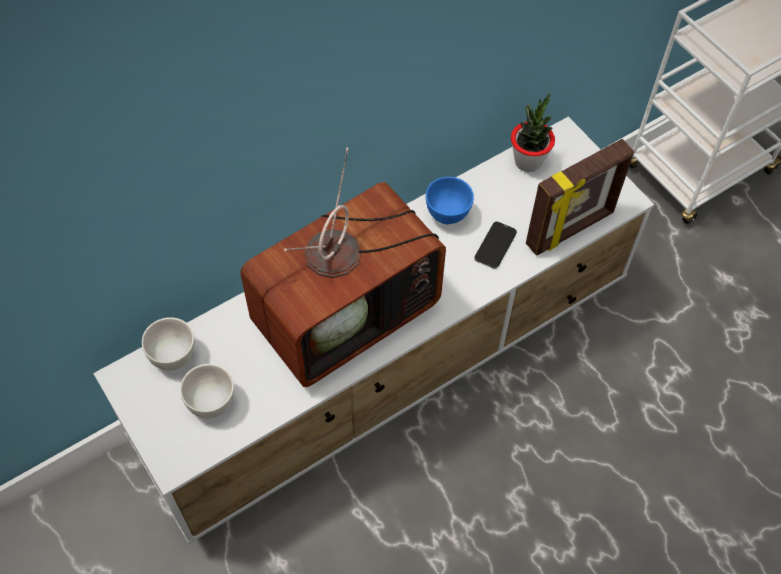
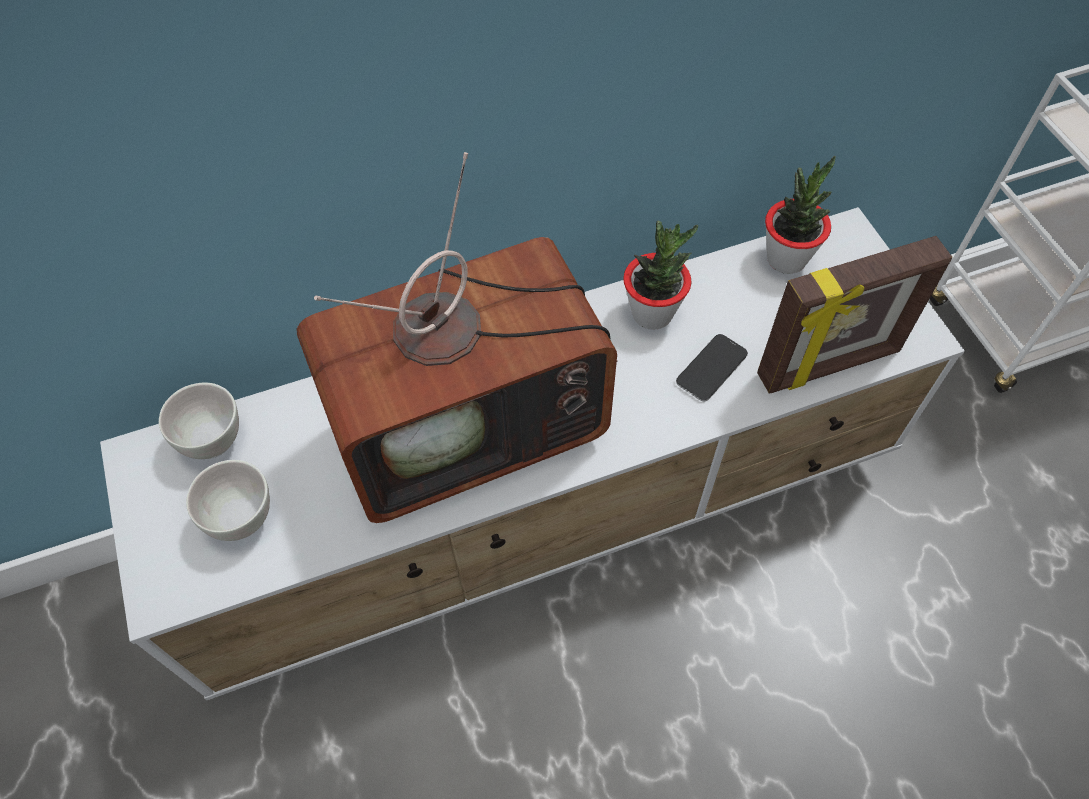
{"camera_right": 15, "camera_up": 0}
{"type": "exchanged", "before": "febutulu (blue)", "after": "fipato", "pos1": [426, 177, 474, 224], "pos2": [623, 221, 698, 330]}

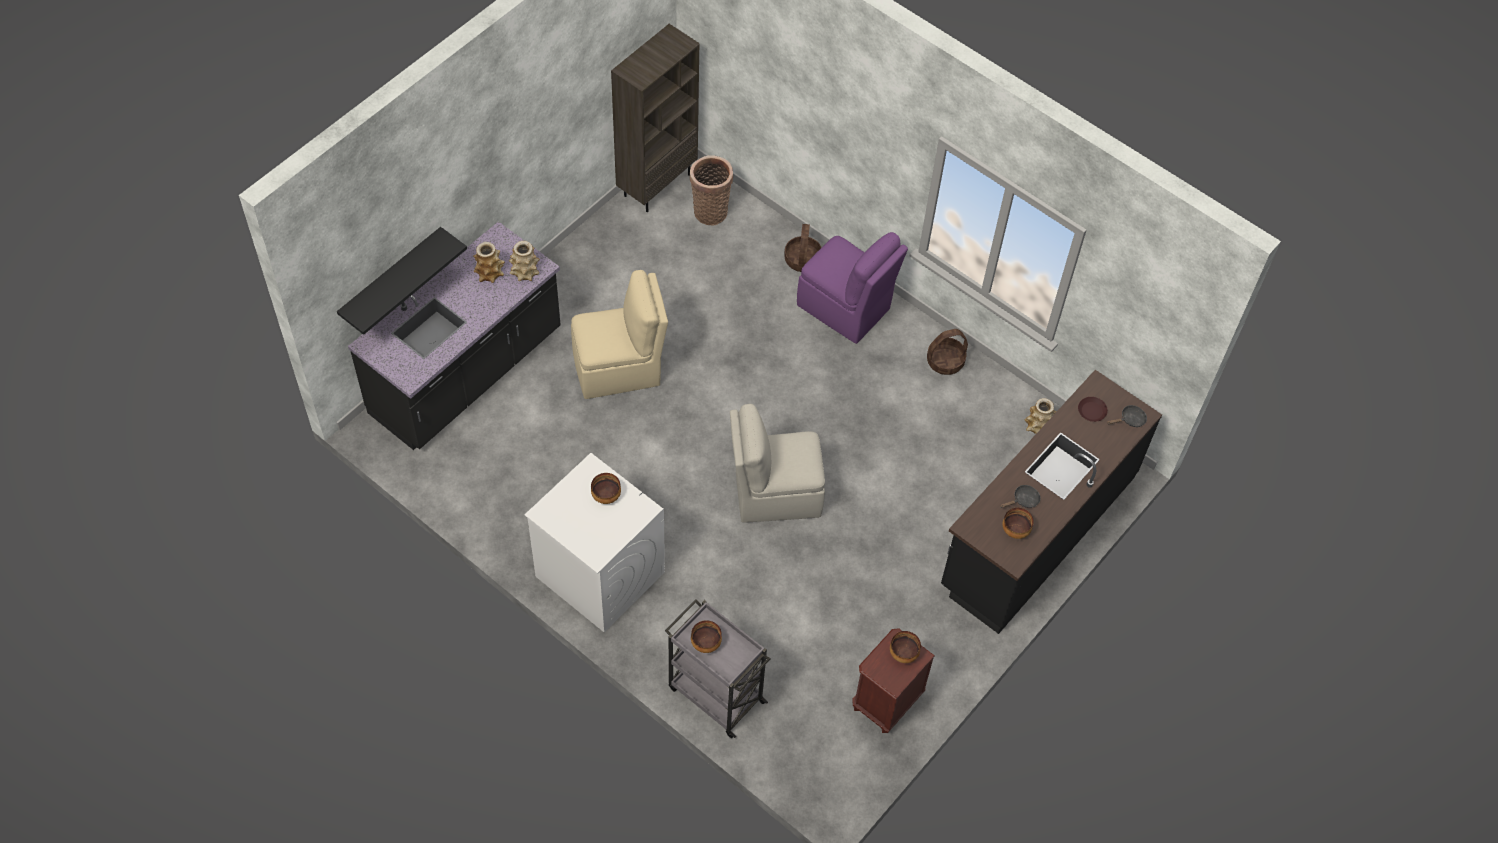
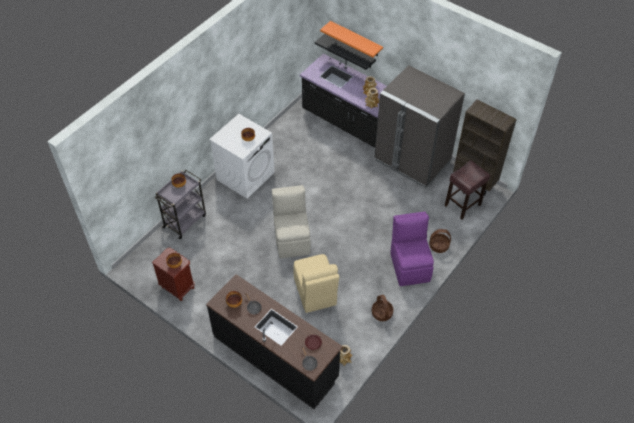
{"camera_right": 90, "camera_up": -5}
{"type": "relocated", "before": "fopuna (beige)", "pos1": [571, 270, 668, 399], "pos2": [293, 254, 339, 313]}
{"type": "appeared", "after": "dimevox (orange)", "pos2": [320, 21, 383, 57]}
{"type": "appeared", "after": "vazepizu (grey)", "pos2": [374, 65, 465, 188]}
{"type": "spun", "before": "fopuna (purple)", "pos1": [797, 232, 908, 344], "pos2": [390, 211, 434, 286], "turn": 135}
{"type": "exchanged", "before": "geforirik", "after": "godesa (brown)", "pos1": [690, 155, 733, 225], "pos2": [445, 160, 490, 220]}

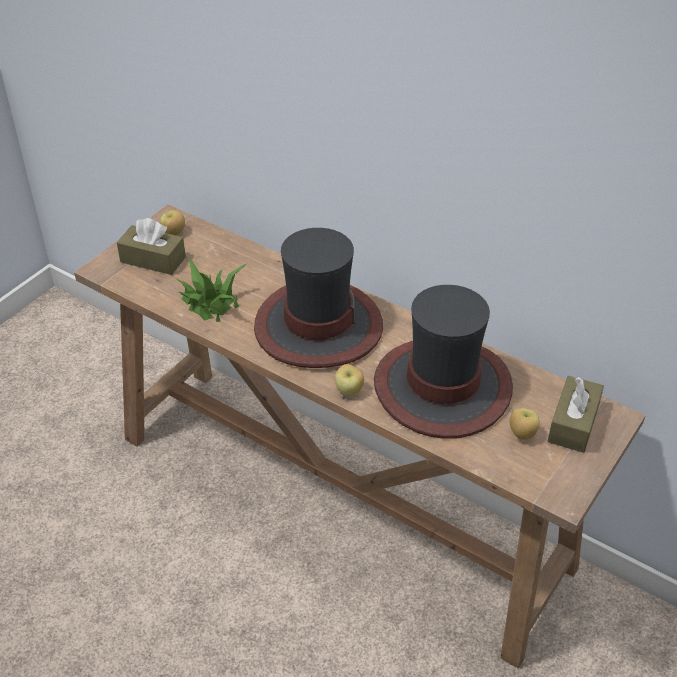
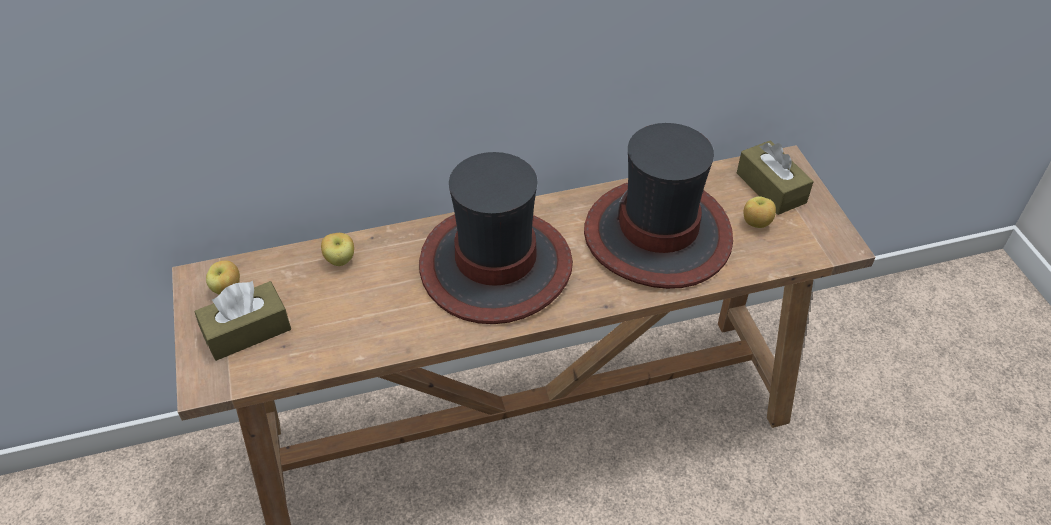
{"camera_right": -50, "camera_up": 5}
{"type": "relocated", "before": "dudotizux", "pos1": [335, 364, 364, 395], "pos2": [321, 233, 354, 266]}
{"type": "missing", "before": "fipato", "pos1": [176, 258, 248, 322]}

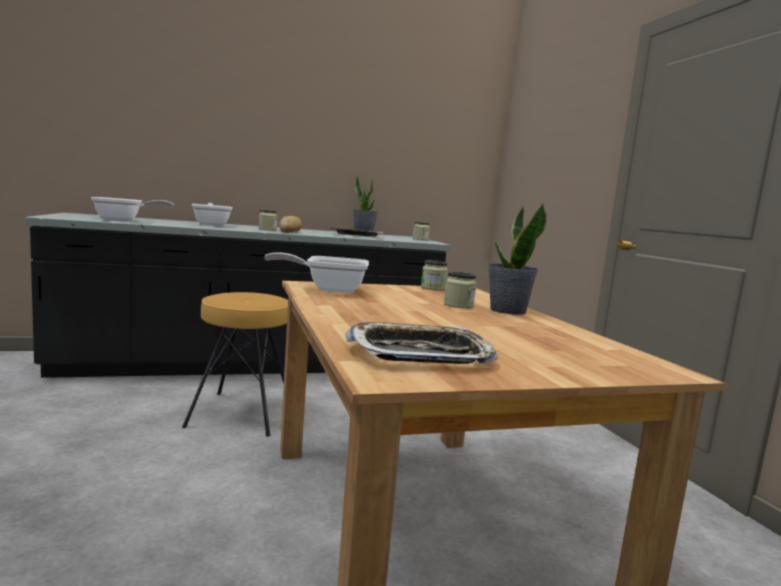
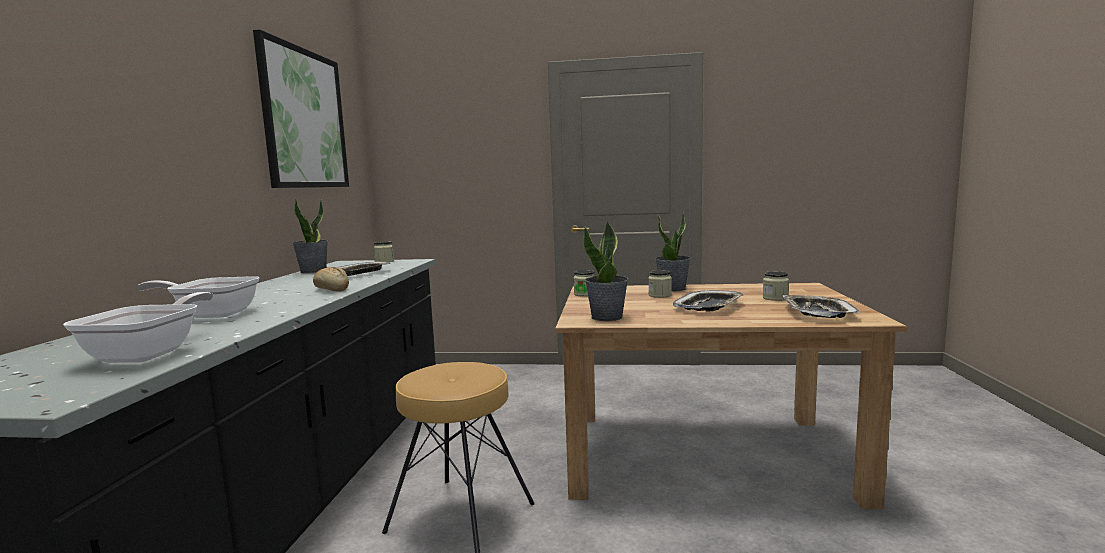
{"camera_right": -65, "camera_up": 0}
{"type": "appeared", "after": "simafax", "pos2": [253, 30, 349, 188]}
{"type": "exchanged", "before": "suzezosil", "after": "fipato", "pos1": [265, 252, 369, 293], "pos2": [583, 221, 628, 321]}
{"type": "appeared", "after": "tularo", "pos2": [673, 290, 743, 311]}
{"type": "relocated", "before": "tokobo", "pos1": [258, 210, 278, 231], "pos2": [763, 271, 789, 301]}

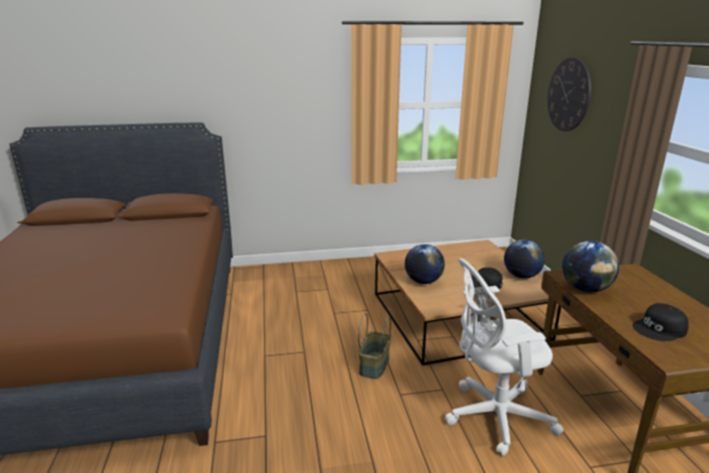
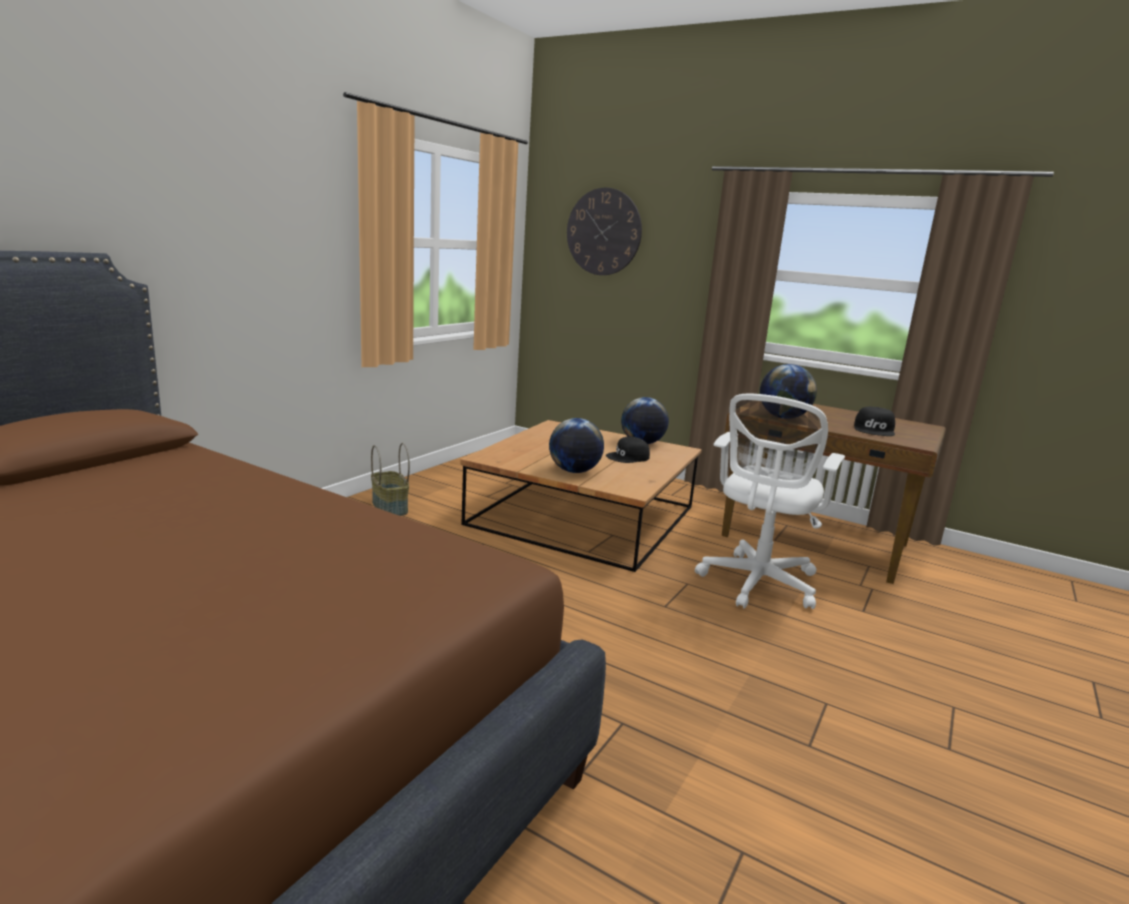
{"camera_right": -50, "camera_up": -5}
{"type": "relocated", "before": "geforirik", "pos1": [358, 313, 391, 379], "pos2": [371, 443, 410, 516]}

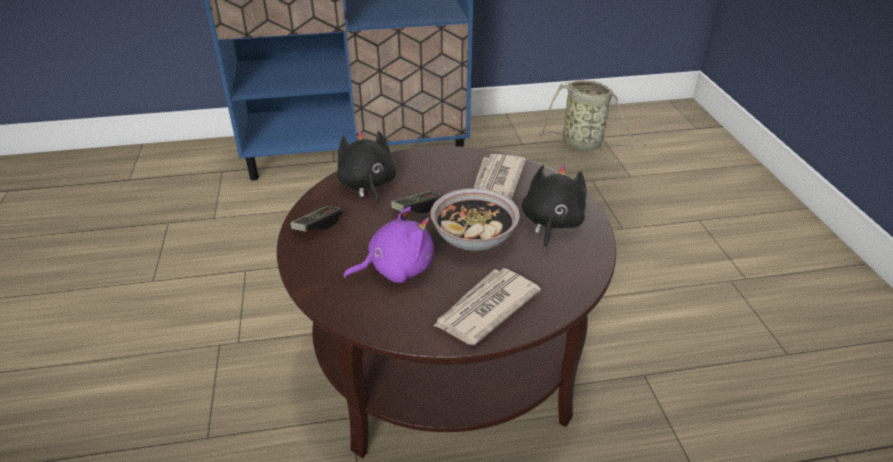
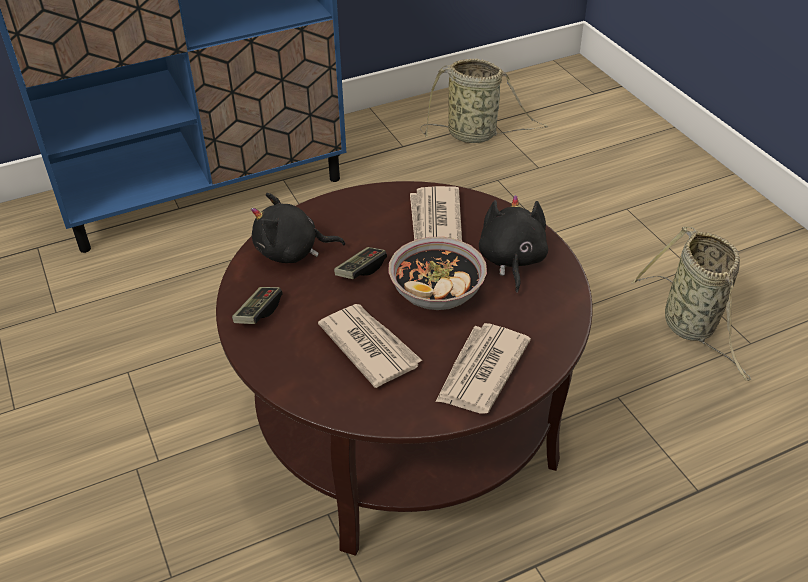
{"camera_right": -15, "camera_up": 5}
{"type": "spun", "before": "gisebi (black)", "pos1": [337, 130, 396, 207], "pos2": [251, 193, 345, 263], "turn": -60}
{"type": "exchanged", "before": "gisebi (purple)", "after": "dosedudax", "pos1": [343, 207, 434, 283], "pos2": [318, 304, 423, 388]}
{"type": "appeared", "after": "geforirik", "pos2": [631, 227, 751, 381]}

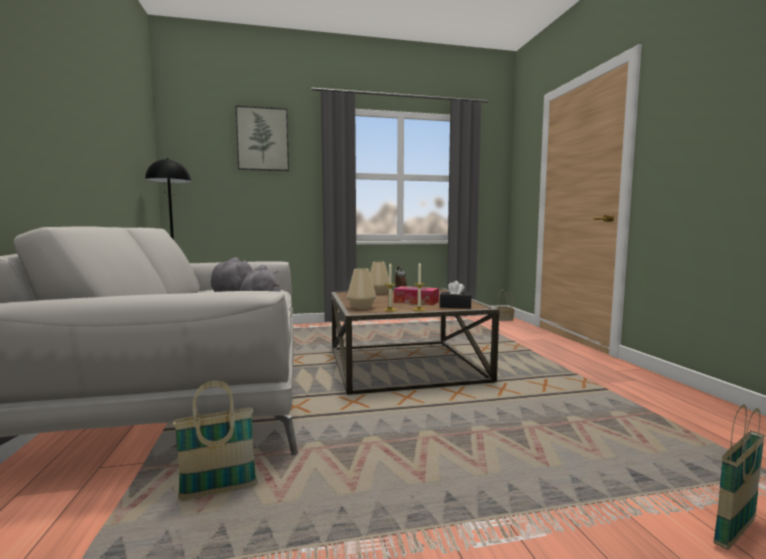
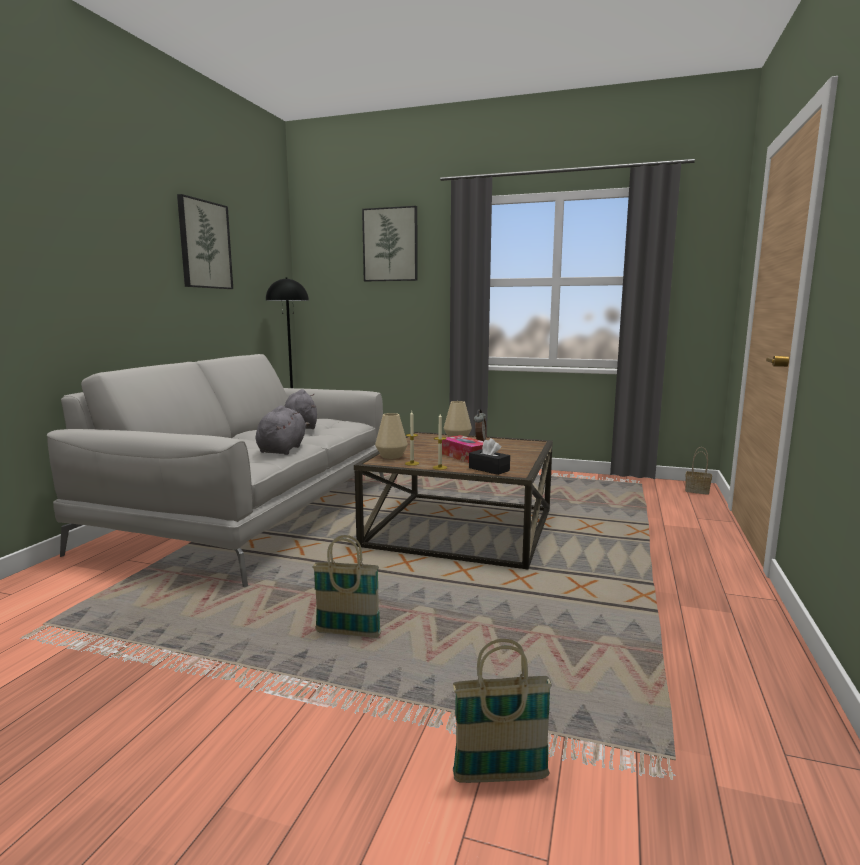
{"camera_right": 30, "camera_up": 5}
{"type": "appeared", "after": "simafax", "pos2": [177, 194, 233, 289]}
{"type": "relocated", "before": "geforirik", "pos1": [173, 381, 257, 501], "pos2": [312, 535, 381, 638]}

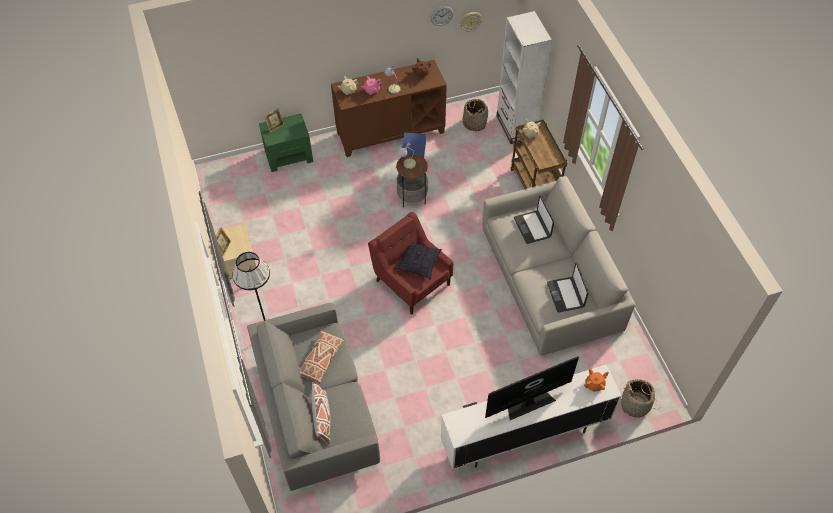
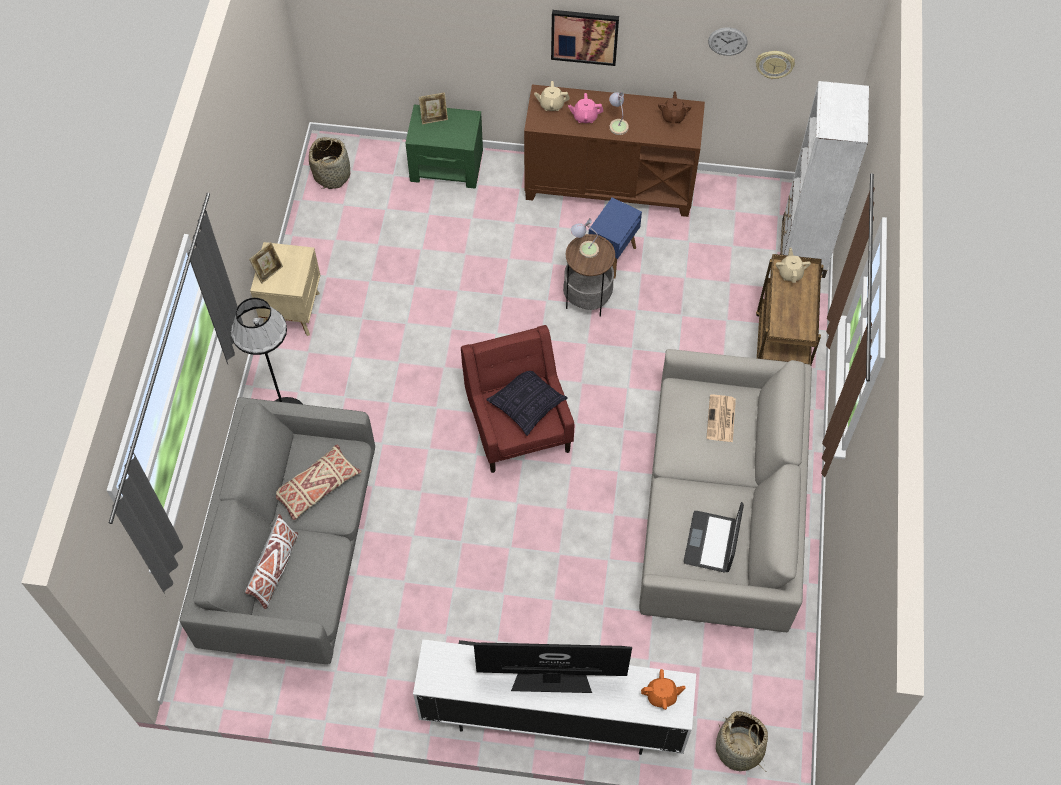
{"camera_right": 25, "camera_up": 5}
{"type": "relocated", "before": "geforirik", "pos1": [462, 99, 488, 132], "pos2": [309, 137, 350, 189]}
{"type": "appeared", "after": "simafax", "pos2": [551, 10, 619, 66]}
{"type": "exchanged", "before": "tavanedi", "after": "dosedudax", "pos1": [514, 195, 554, 244], "pos2": [706, 394, 736, 442]}

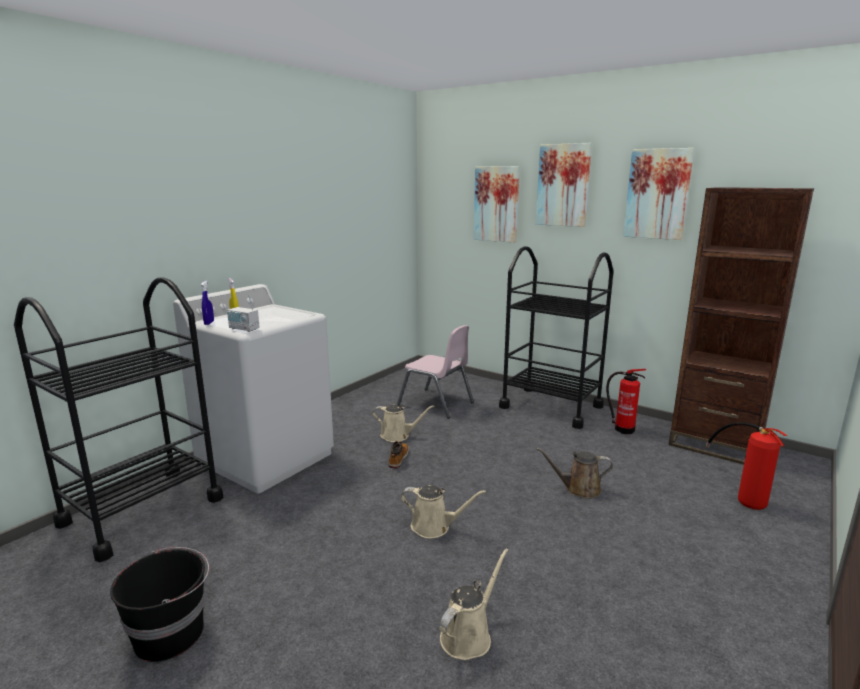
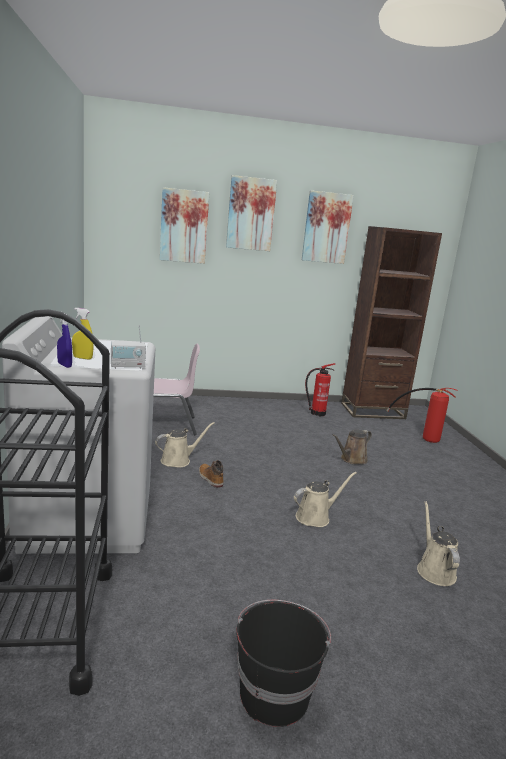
{"camera_right": -45, "camera_up": 0}
{"type": "missing", "before": "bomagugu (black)", "pos1": [499, 246, 614, 429]}

